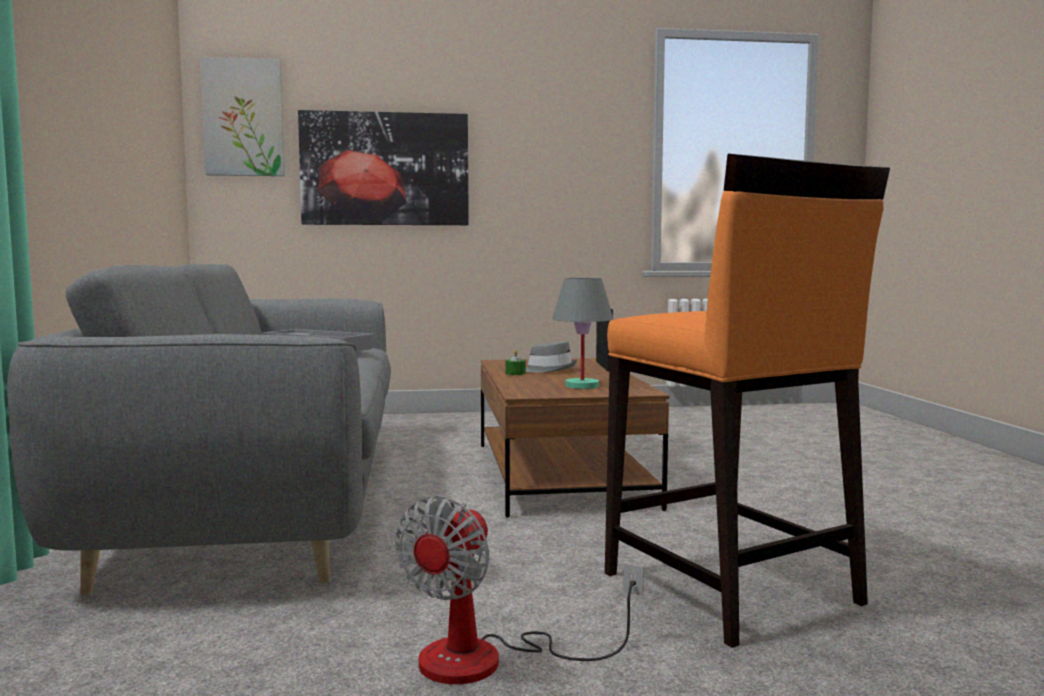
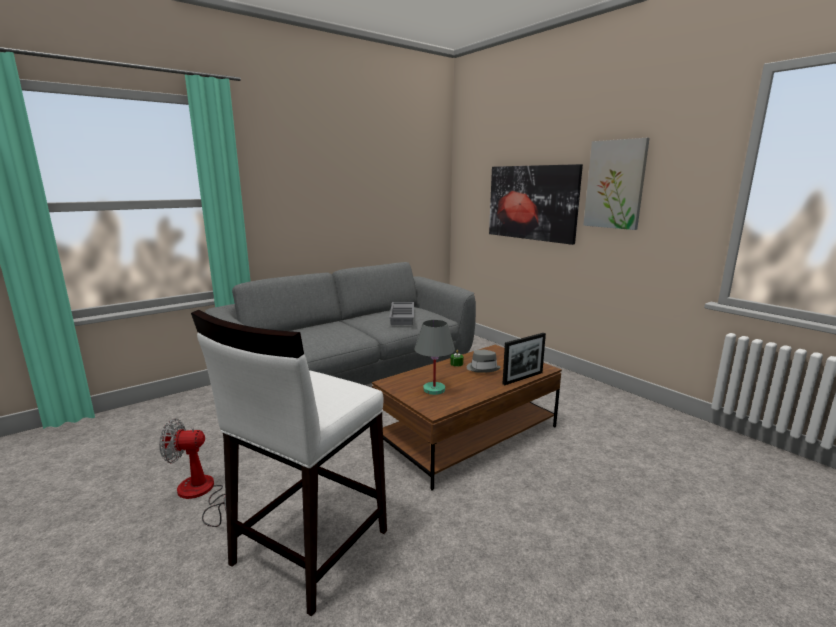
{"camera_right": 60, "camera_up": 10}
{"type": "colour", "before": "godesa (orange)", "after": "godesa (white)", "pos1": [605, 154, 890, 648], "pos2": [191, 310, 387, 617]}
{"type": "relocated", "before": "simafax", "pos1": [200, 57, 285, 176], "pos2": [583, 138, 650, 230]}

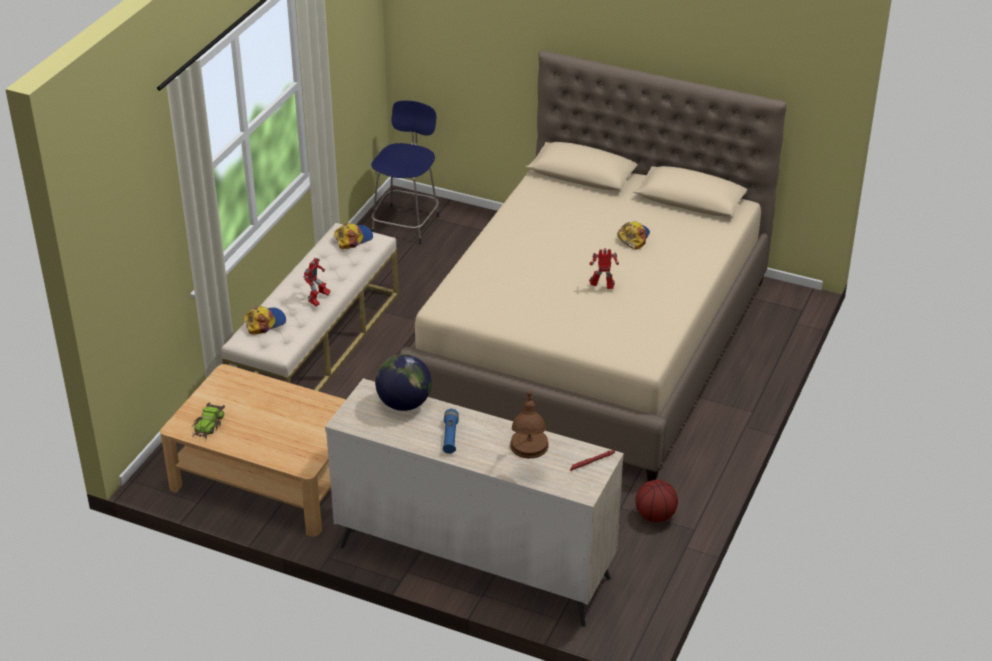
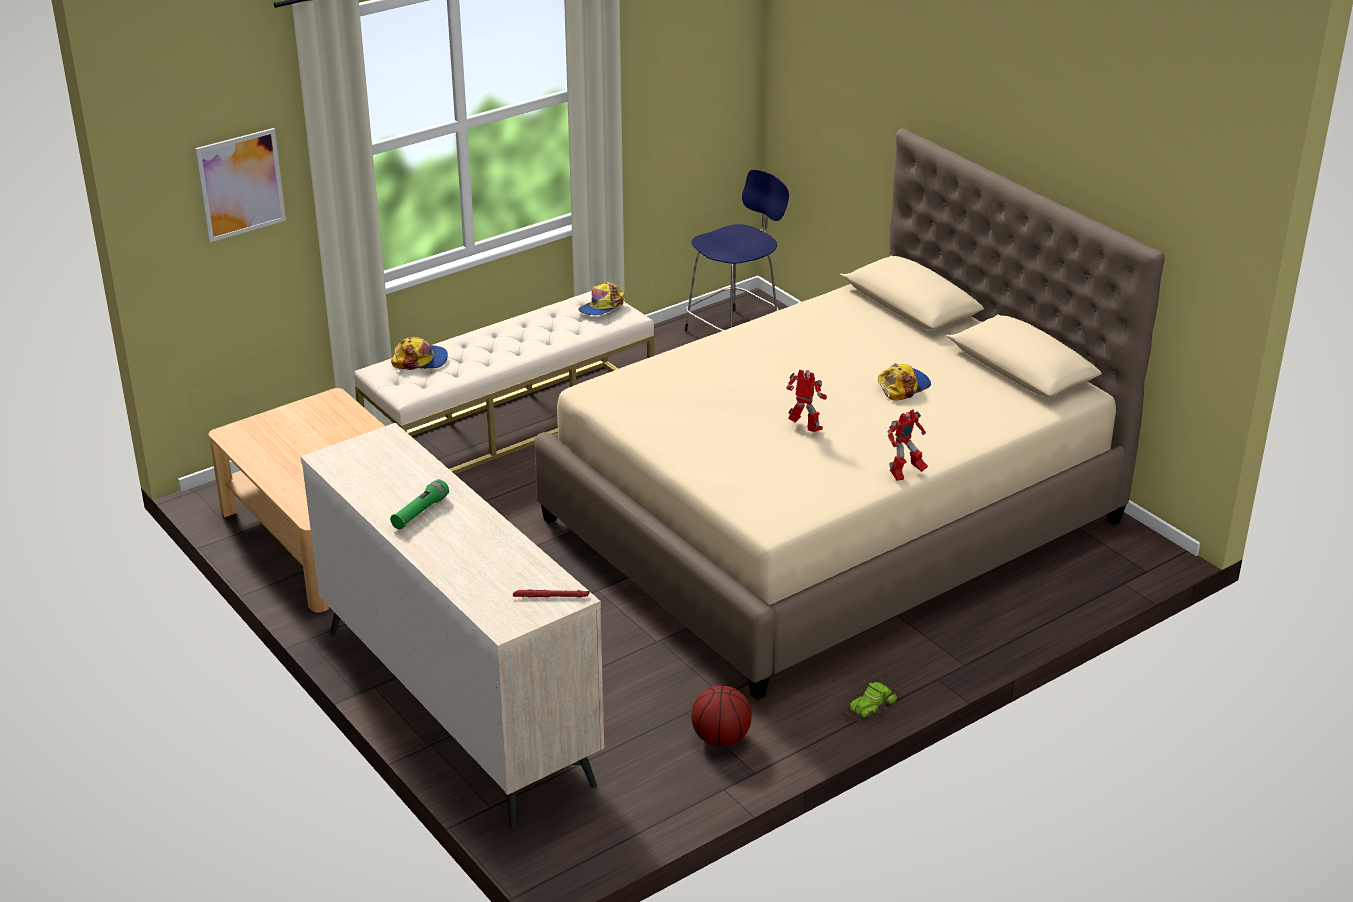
{"camera_right": 30, "camera_up": -5}
{"type": "appeared", "after": "simafax", "pos2": [195, 128, 286, 242]}
{"type": "colour", "before": "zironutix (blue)", "after": "zironutix (green)", "pos1": [443, 409, 459, 454], "pos2": [390, 479, 449, 529]}
{"type": "spun", "before": "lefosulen", "pos1": [334, 223, 373, 249], "pos2": [578, 282, 625, 315], "turn": 135}
{"type": "relocated", "before": "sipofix", "pos1": [192, 402, 225, 438], "pos2": [840, 678, 901, 724]}
{"type": "relocated", "before": "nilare", "pos1": [303, 258, 331, 306], "pos2": [888, 409, 928, 481]}
{"type": "missing", "before": "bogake", "pos1": [375, 354, 432, 411]}
{"type": "missing", "before": "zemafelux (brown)", "pos1": [510, 390, 549, 458]}

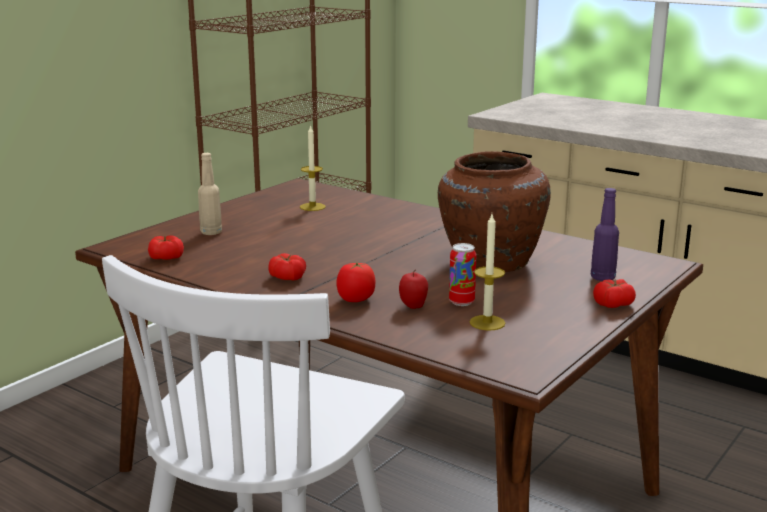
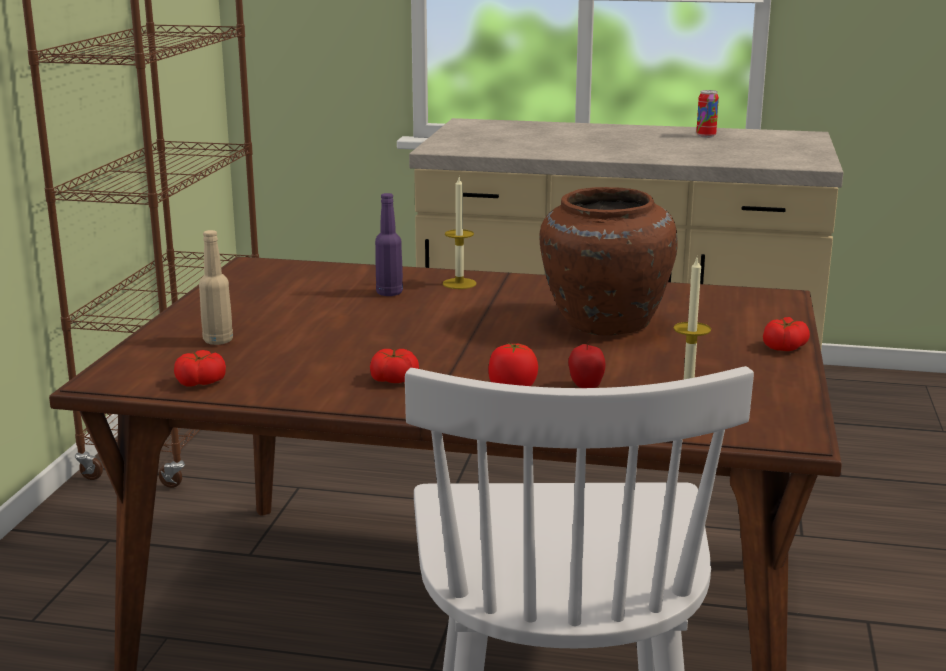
{"camera_right": -25, "camera_up": 0}
{"type": "relocated", "before": "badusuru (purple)", "pos1": [591, 188, 619, 281], "pos2": [375, 193, 403, 296]}
{"type": "relocated", "before": "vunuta", "pos1": [300, 124, 326, 211], "pos2": [443, 177, 476, 289]}
{"type": "relocated", "before": "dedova", "pos1": [449, 243, 476, 306], "pos2": [696, 90, 719, 138]}

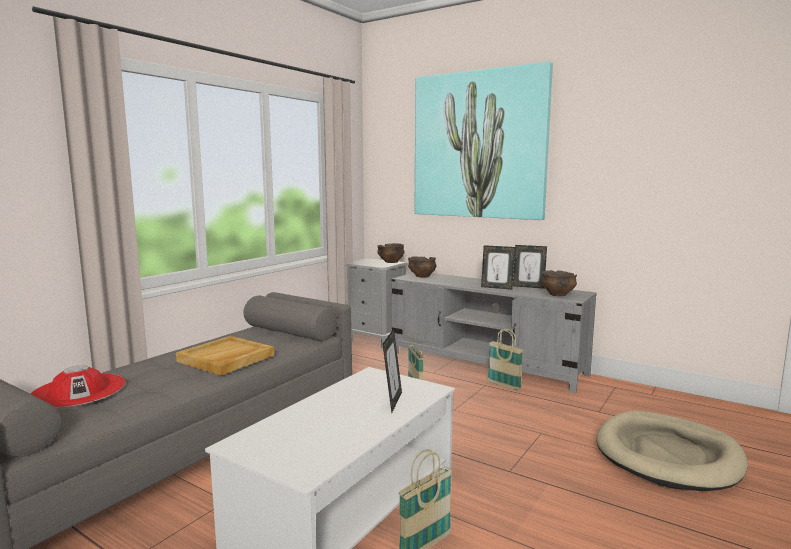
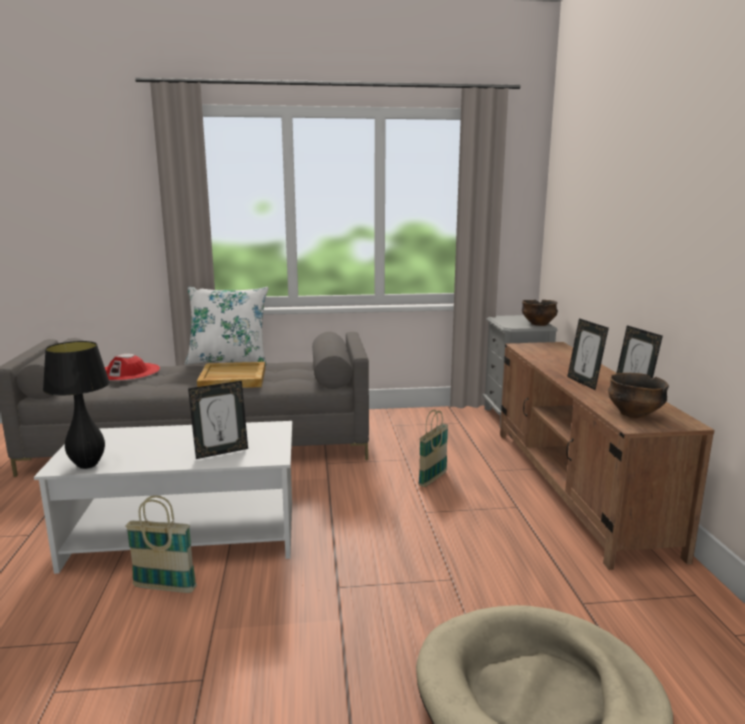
{"camera_right": 50, "camera_up": 5}
{"type": "appeared", "after": "zemafelux (black)", "pos2": [43, 341, 110, 469]}
{"type": "appeared", "after": "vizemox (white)", "pos2": [185, 287, 268, 365]}
{"type": "colour", "before": "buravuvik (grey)", "after": "buravuvik (brown)", "pos1": [392, 273, 597, 393], "pos2": [500, 342, 714, 570]}
{"type": "missing", "before": "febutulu", "pos1": [408, 257, 436, 277]}
{"type": "missing", "before": "simafax", "pos1": [415, 61, 553, 220]}
{"type": "missing", "before": "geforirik", "pos1": [487, 329, 524, 390]}

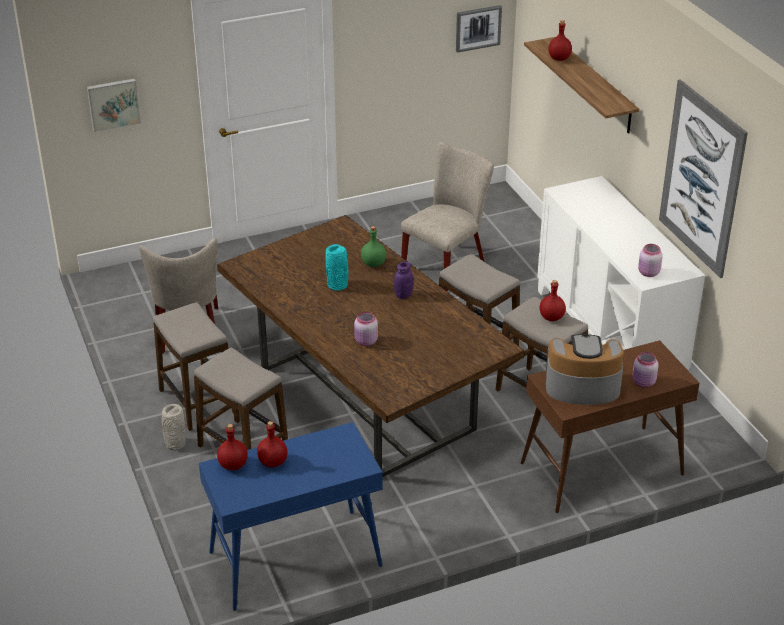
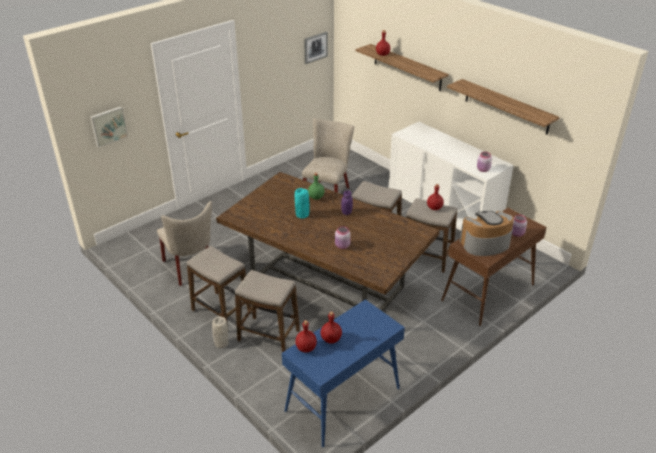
{"camera_right": -20, "camera_up": 0}
{"type": "exchanged", "before": "simafax", "after": "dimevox", "pos1": [659, 79, 748, 278], "pos2": [447, 79, 560, 135]}

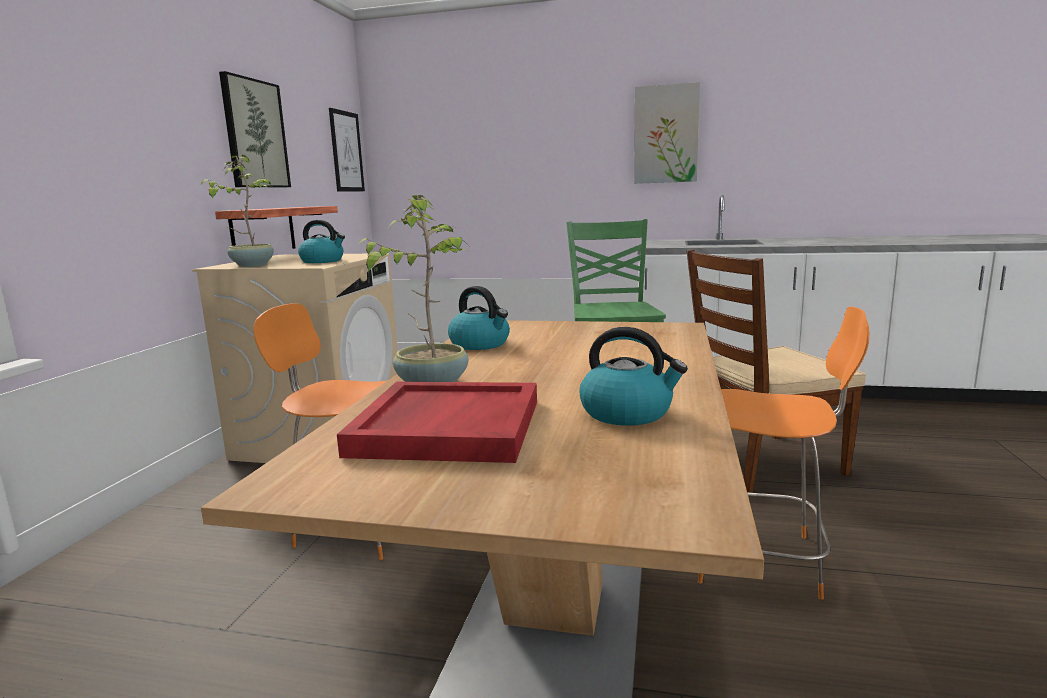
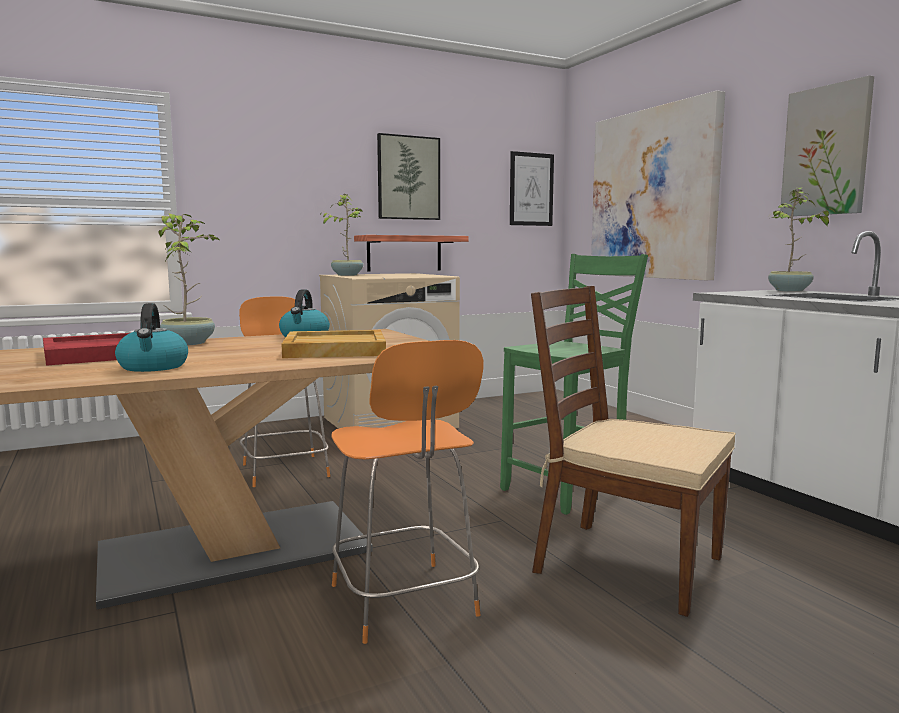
{"camera_right": 50, "camera_up": -5}
{"type": "appeared", "after": "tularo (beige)", "pos2": [282, 330, 386, 358]}
{"type": "appeared", "after": "simafax", "pos2": [591, 90, 725, 280]}
{"type": "appeared", "after": "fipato", "pos2": [768, 188, 836, 292]}
{"type": "missing", "before": "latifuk", "pos1": [298, 220, 345, 263]}

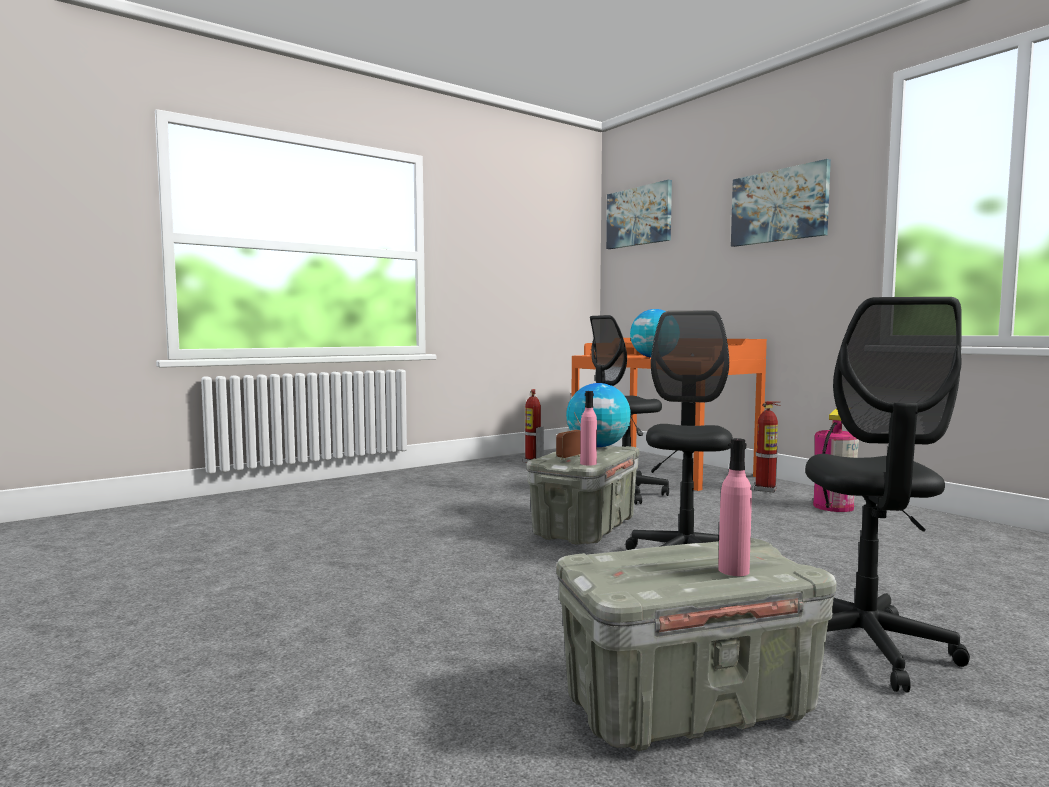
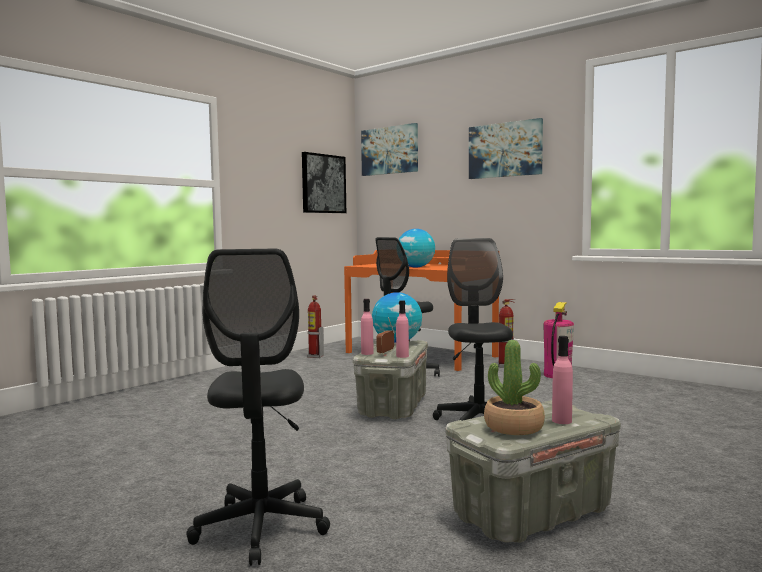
{"camera_right": -15, "camera_up": 0}
{"type": "relocated", "before": "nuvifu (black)", "pos1": [805, 297, 970, 692], "pos2": [186, 249, 330, 566]}
{"type": "appeared", "after": "simafax", "pos2": [302, 152, 346, 213]}
{"type": "appeared", "after": "badusuru (pink)", "pos2": [361, 299, 373, 355]}
{"type": "appeared", "after": "fipato", "pos2": [484, 340, 545, 435]}

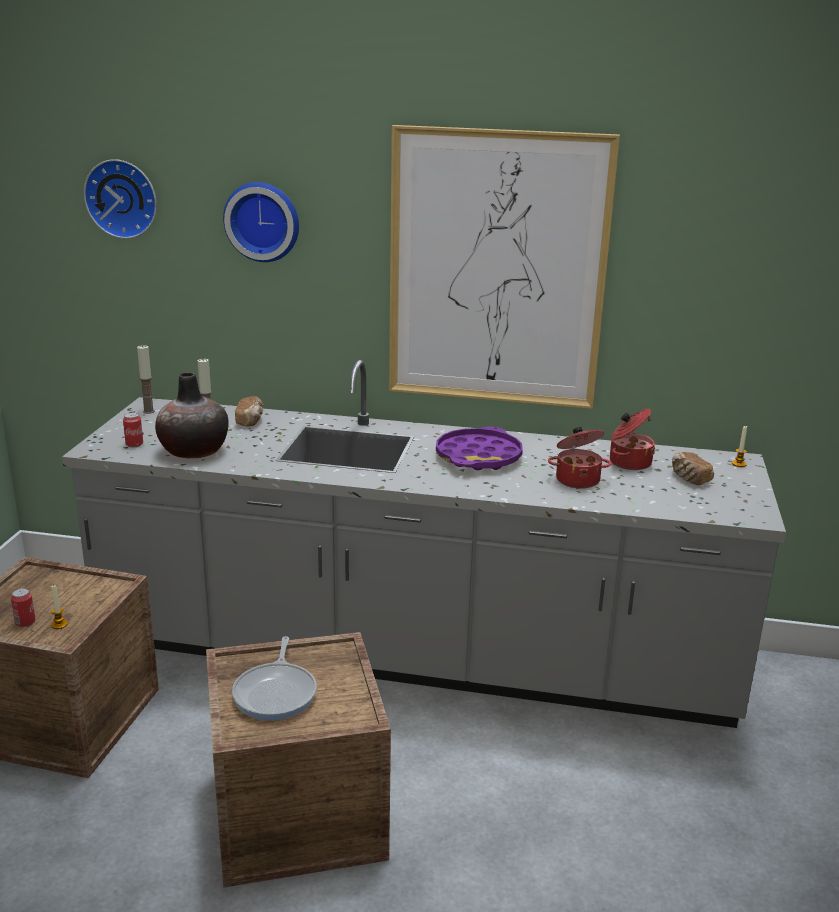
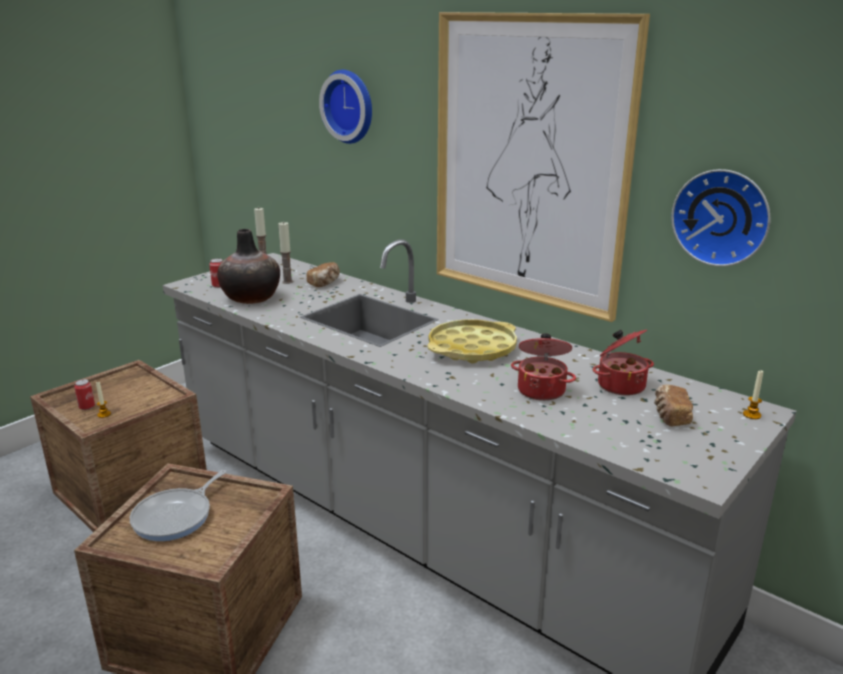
{"camera_right": 30, "camera_up": 0}
{"type": "colour", "before": "tularo (purple)", "after": "tularo (yellow)", "pos1": [436, 426, 523, 470], "pos2": [427, 319, 517, 363]}
{"type": "relocated", "before": "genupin", "pos1": [84, 159, 157, 239], "pos2": [671, 169, 770, 267]}

